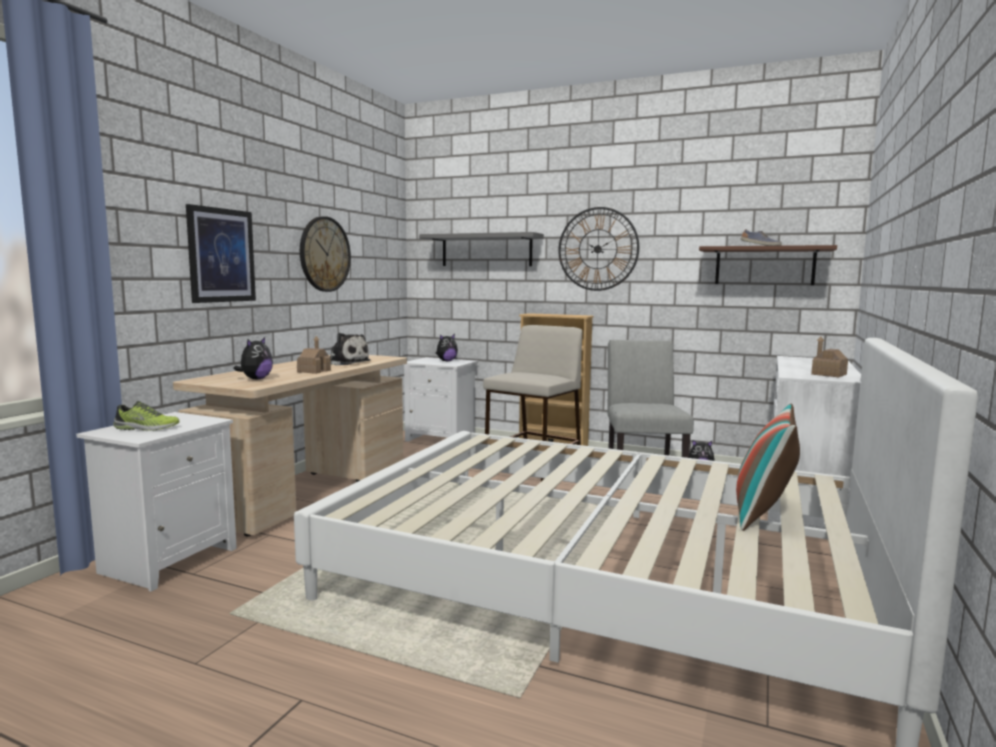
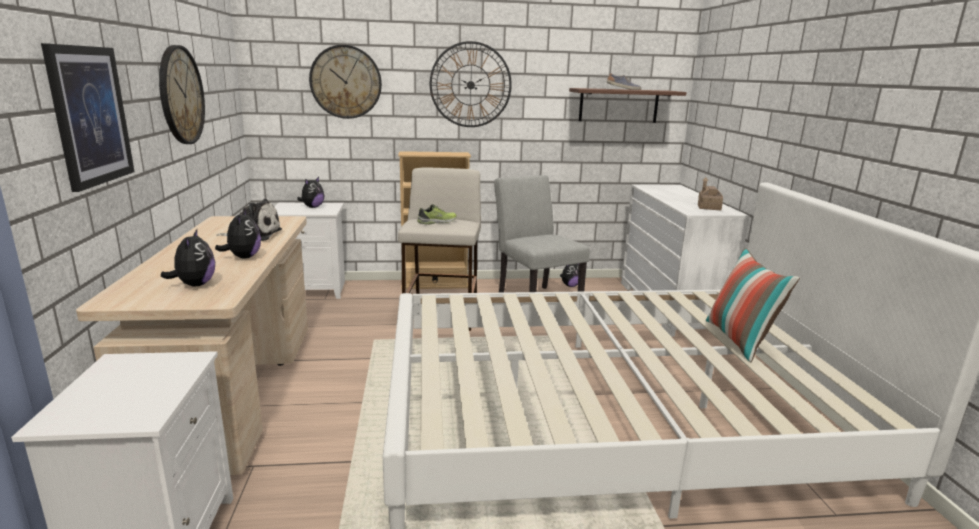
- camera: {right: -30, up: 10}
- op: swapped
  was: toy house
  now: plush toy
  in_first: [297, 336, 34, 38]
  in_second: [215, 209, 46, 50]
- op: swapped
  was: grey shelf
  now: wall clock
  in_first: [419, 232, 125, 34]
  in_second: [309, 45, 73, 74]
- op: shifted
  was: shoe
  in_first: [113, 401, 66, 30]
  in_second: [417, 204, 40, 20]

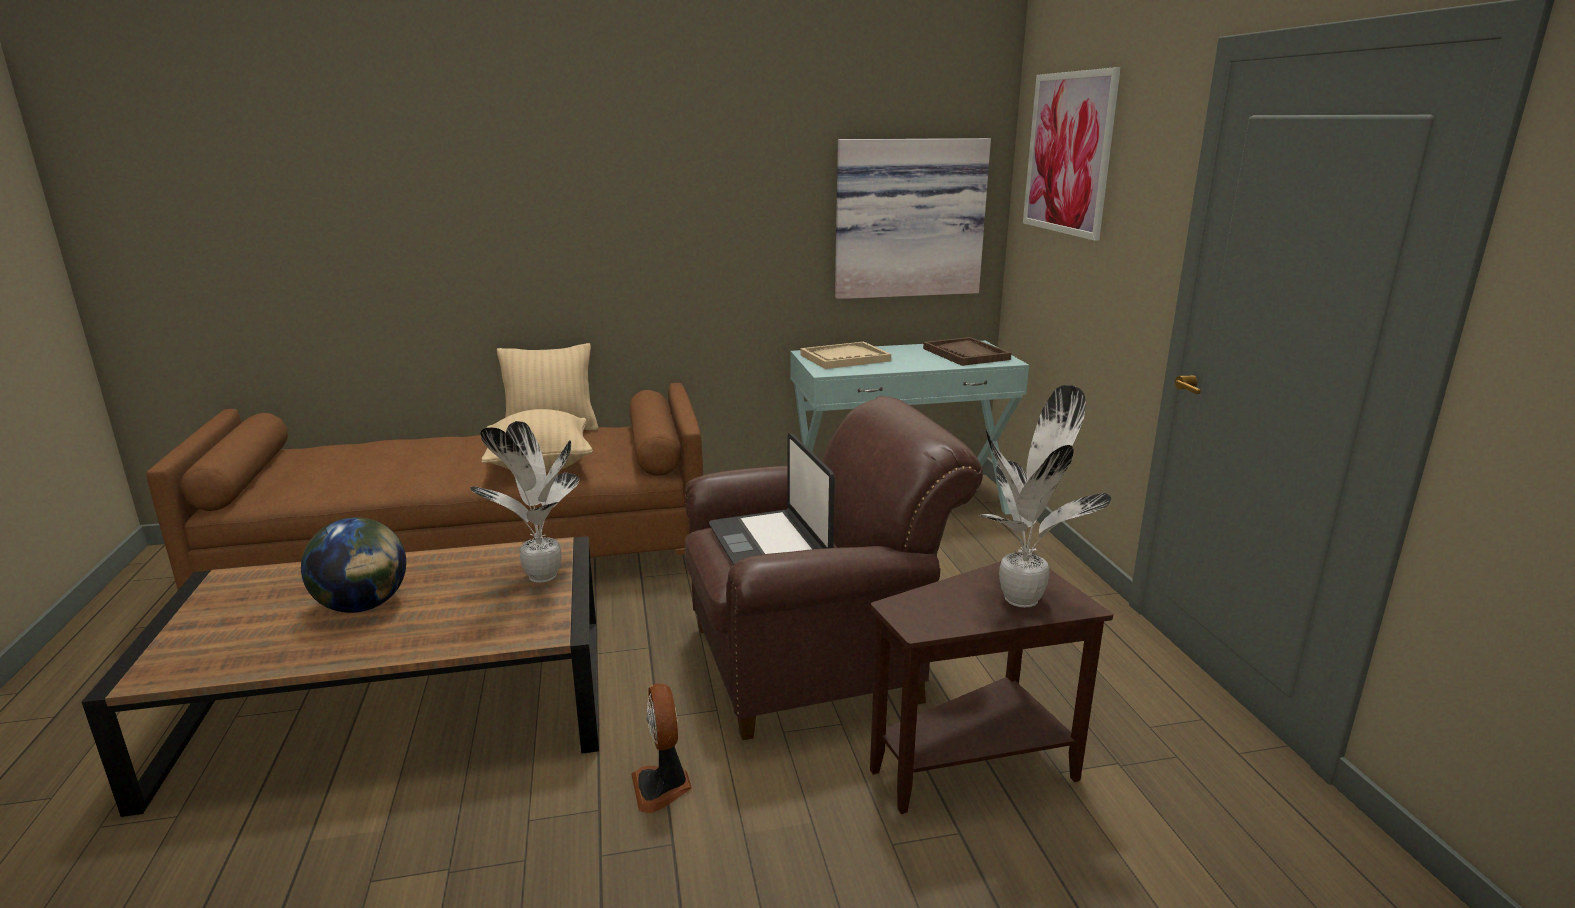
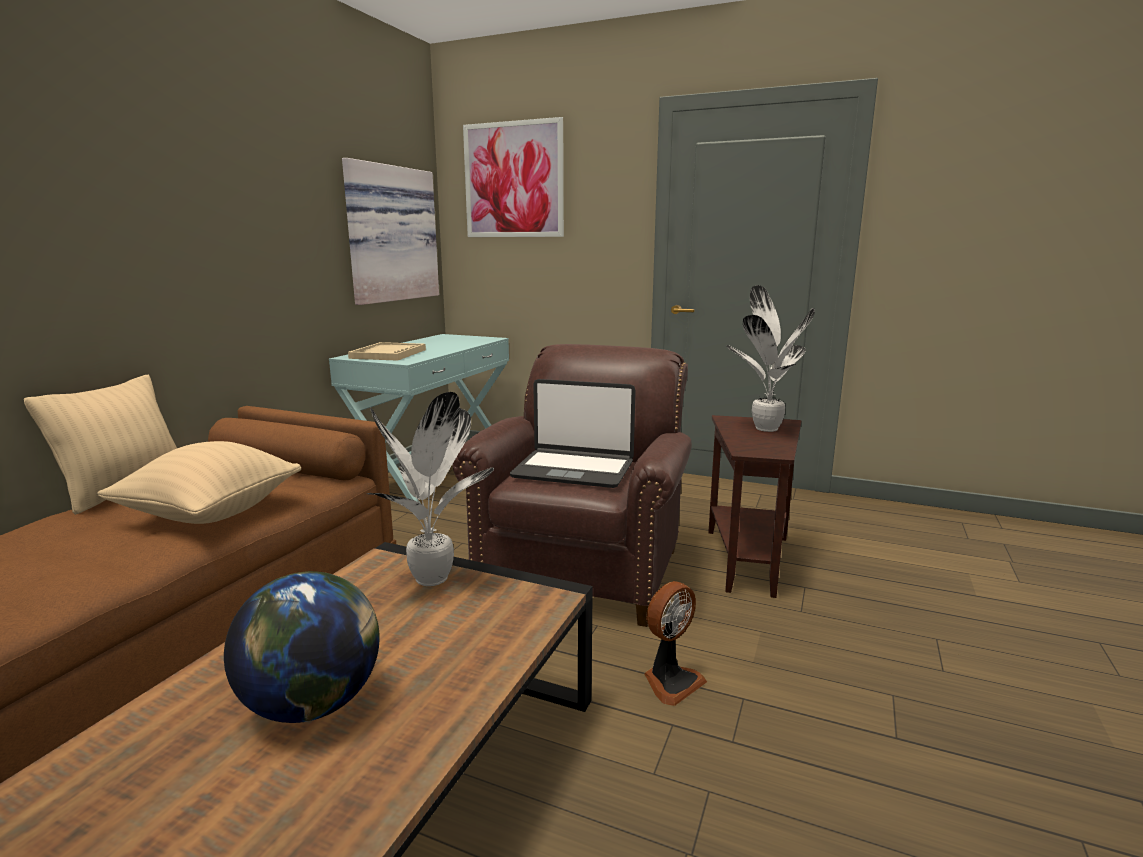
- camera: {right: -55, up: -5}
- op: rotated
  was: fan
  in_first: [631, 684, 61, 129]
  in_second: [644, 581, 63, 125]
  clockwise: -60
- op: gone
  was: brown tray
  in_first: [923, 337, 88, 29]

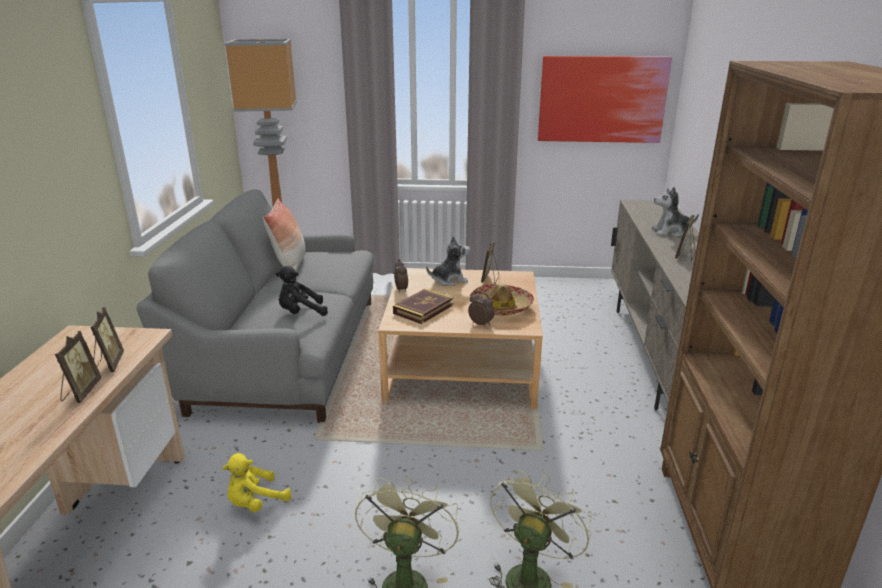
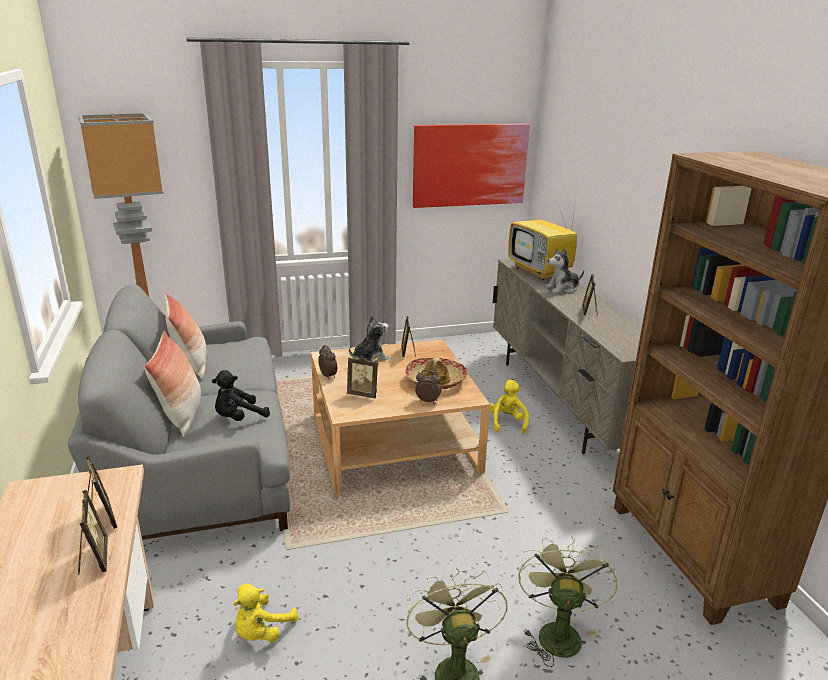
- camera: {right: -20, up: 0}
- op: new
  now: pillow
  in_second: [144, 331, 57, 106]
- op: swapped
  was: book
  now: picture frame
  in_first: [393, 289, 60, 35]
  in_second: [347, 356, 31, 42]
- op: new
  now: yellow plush toy
  in_second: [490, 380, 39, 54]
- op: new
  now: television
  in_second: [508, 197, 69, 83]

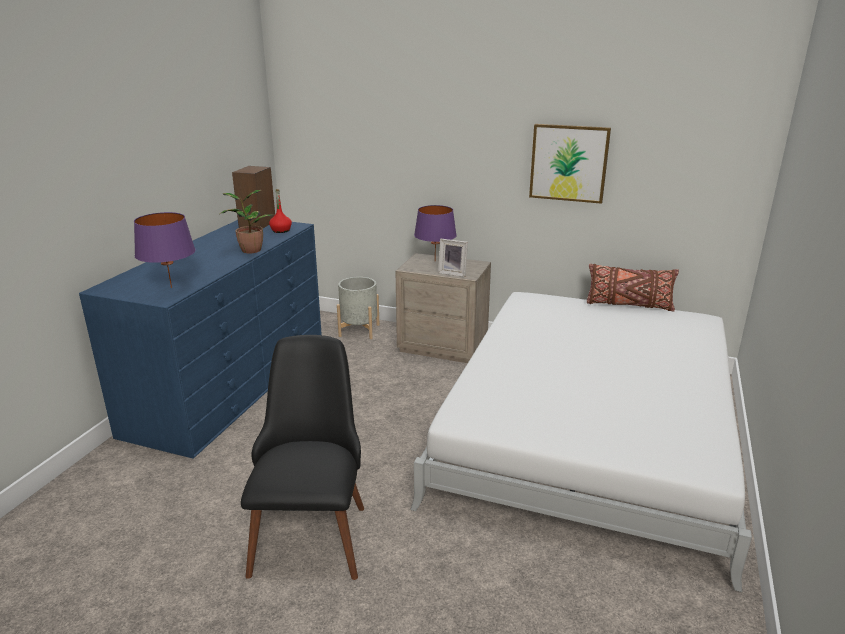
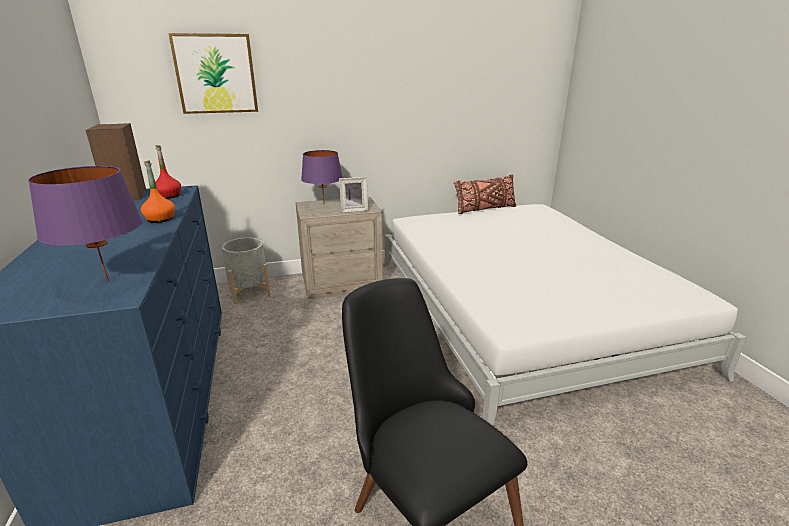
- camera: {right: -35, up: 0}
- op: swapped
  was: potted plant
  now: orange bottle
  in_first: [220, 190, 54, 63]
  in_second: [141, 160, 34, 63]
- op: shifted
  was: picture
  in_first: [529, 124, 82, 80]
  in_second: [168, 33, 90, 81]

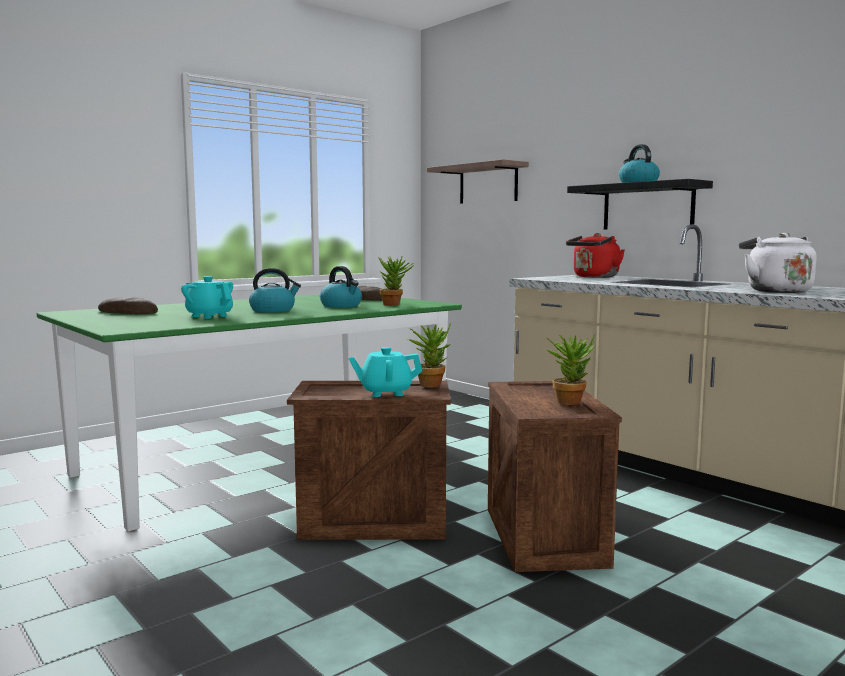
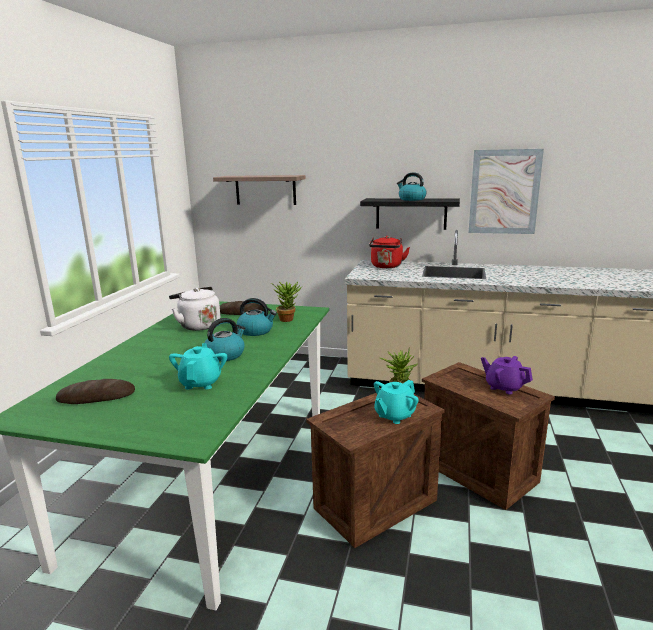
- camera: {right: -35, up: 10}
- op: shifted
  was: white kettle
  in_first: [739, 233, 77, 60]
  in_second: [169, 287, 51, 44]
- op: rotated
  was: turquoise teapot
  in_first: [181, 276, 52, 43]
  in_second: [169, 343, 58, 47]
  clockwise: 90
- op: new
  now: picture
  in_second: [469, 149, 75, 85]
- op: swapped
  was: potted plant
  now: purple teapot
  in_first: [545, 334, 50, 71]
  in_second: [481, 356, 52, 39]

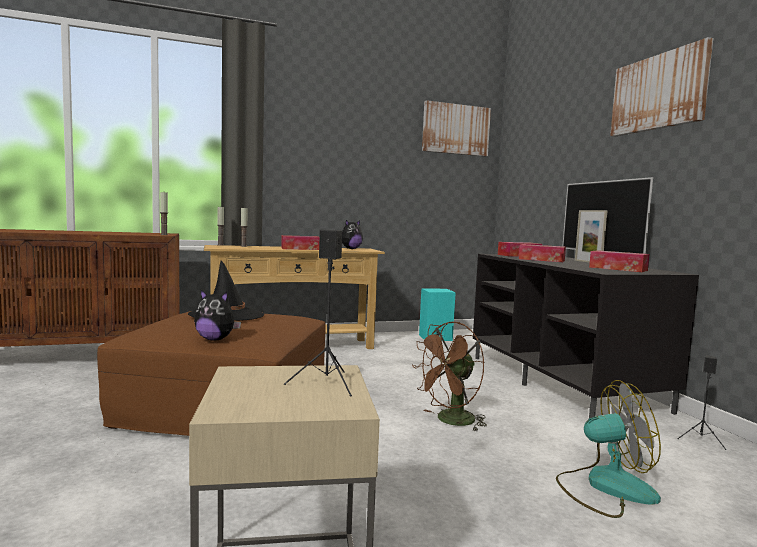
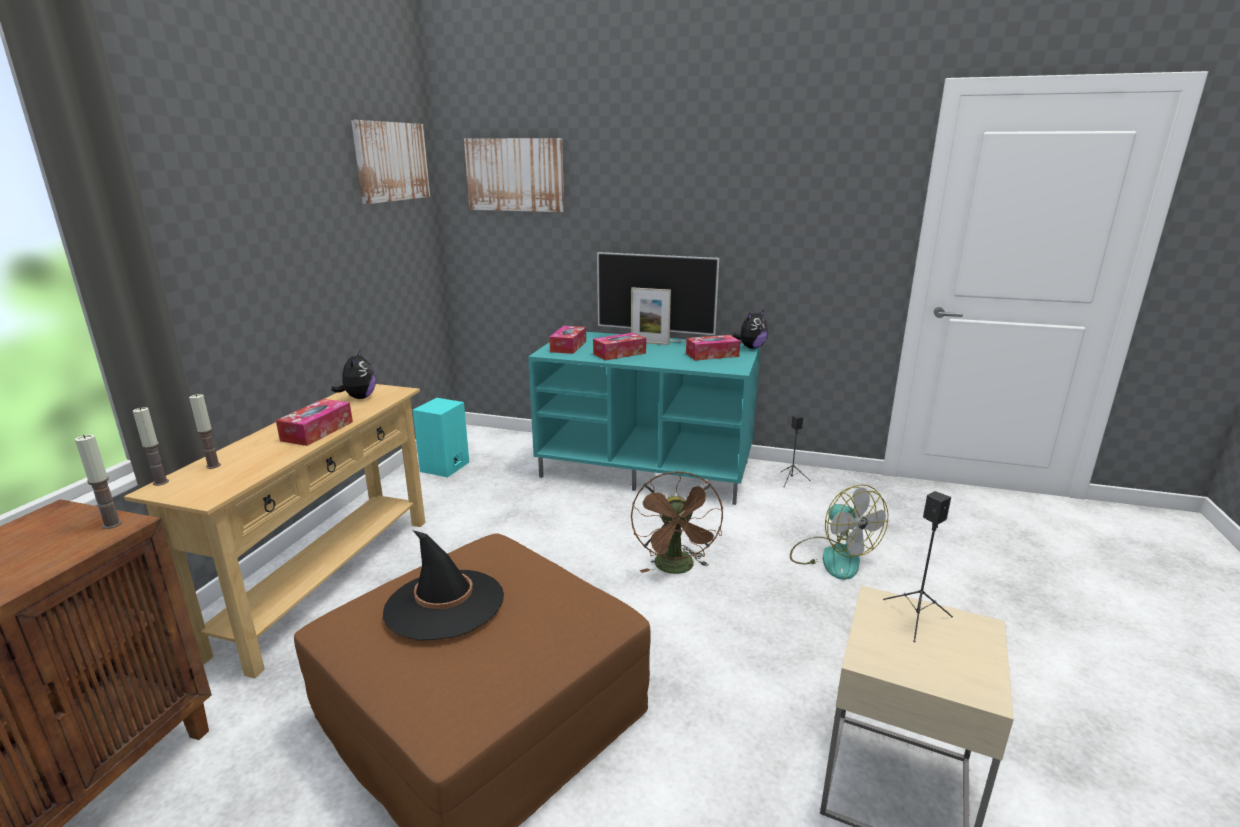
- camera: {right: -55, up: 15}
- op: shifted
  was: picture
  in_first: [610, 37, 103, 100]
  in_second: [464, 138, 100, 74]
- op: repainted
  was: black tv stand
  now: turquoise tv stand
  in_first: [473, 254, 226, 164]
  in_second: [528, 332, 232, 173]
- op: shifted
  was: plush toy
  in_first: [194, 289, 47, 51]
  in_second: [733, 309, 35, 40]
- op: rotated
  was: fan
  in_first: [556, 380, 105, 138]
  in_second: [790, 484, 98, 96]
  clockwise: 120

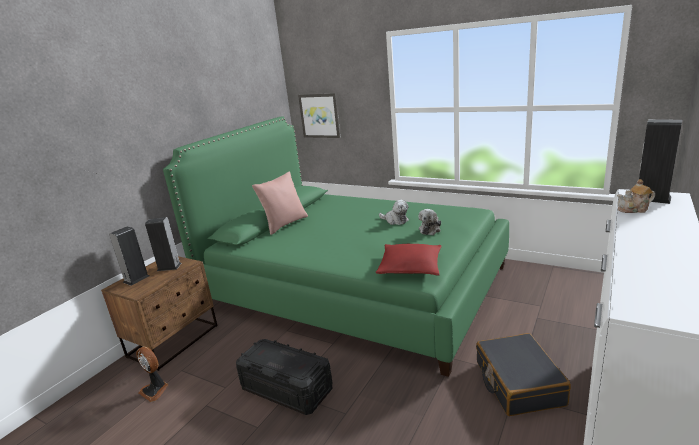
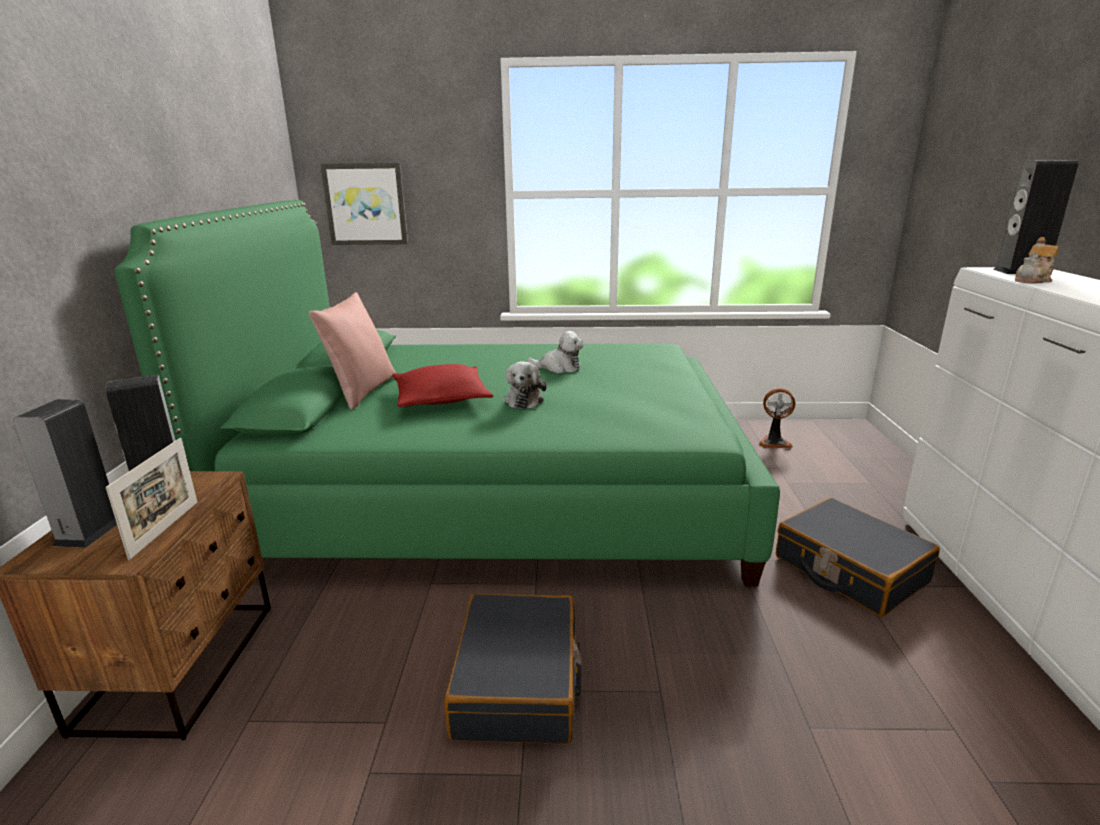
- camera: {right: -30, up: 0}
- op: new
  now: picture frame
  in_second: [106, 438, 92, 122]
- op: shifted
  was: red pillow
  in_first: [375, 244, 67, 32]
  in_second: [392, 364, 102, 43]
- op: swapped
  was: black storage box
  now: black suitcase
  in_first: [236, 339, 97, 76]
  in_second: [444, 594, 139, 150]
- op: shifted
  was: plush toy
  in_first: [419, 209, 22, 26]
  in_second: [503, 361, 44, 48]
- op: shifted
  was: fan
  in_first: [136, 347, 33, 55]
  in_second: [759, 388, 36, 61]

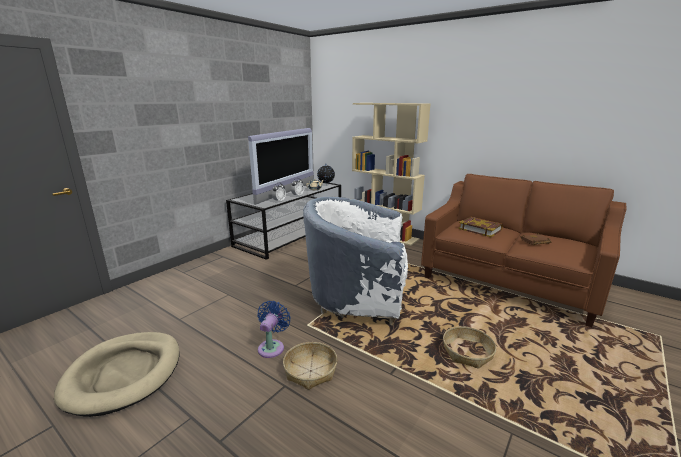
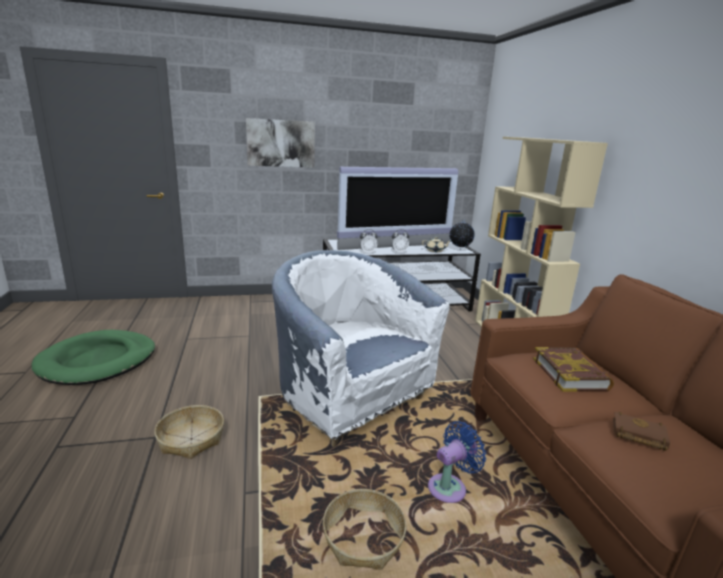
- camera: {right: 40, up: 0}
- op: repainted
  was: beige dog bed
  now: green dog bed
  in_first: [54, 332, 126, 85]
  in_second: [32, 330, 123, 55]
- op: new
  now: picture
  in_second: [246, 118, 69, 50]
- op: shifted
  was: blue fan
  in_first: [257, 301, 34, 57]
  in_second: [428, 421, 58, 82]

